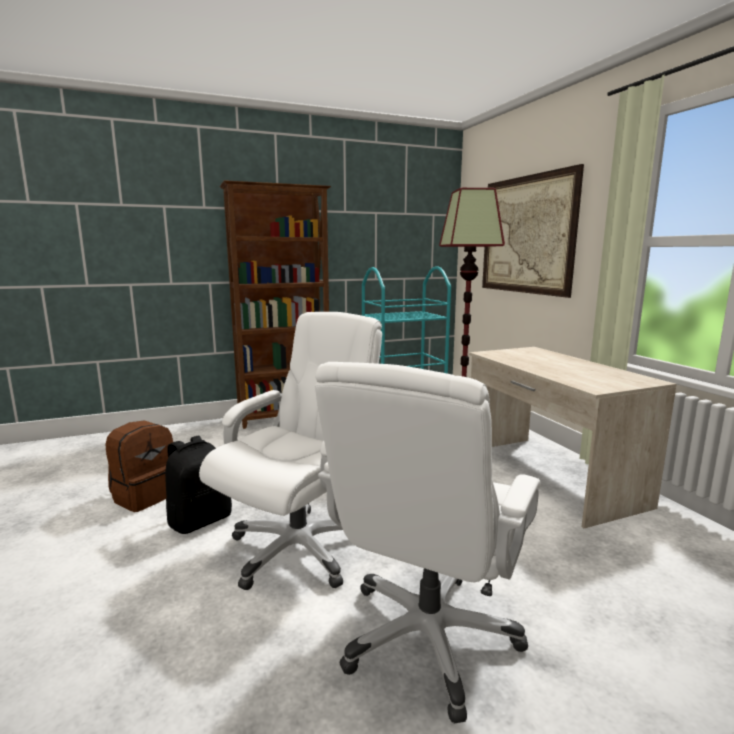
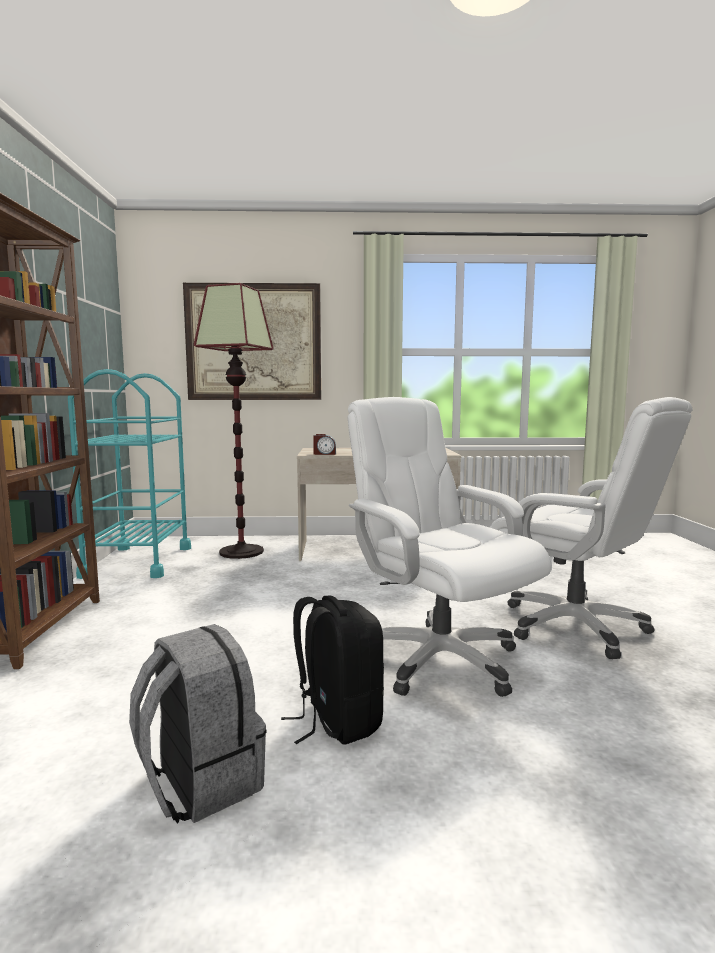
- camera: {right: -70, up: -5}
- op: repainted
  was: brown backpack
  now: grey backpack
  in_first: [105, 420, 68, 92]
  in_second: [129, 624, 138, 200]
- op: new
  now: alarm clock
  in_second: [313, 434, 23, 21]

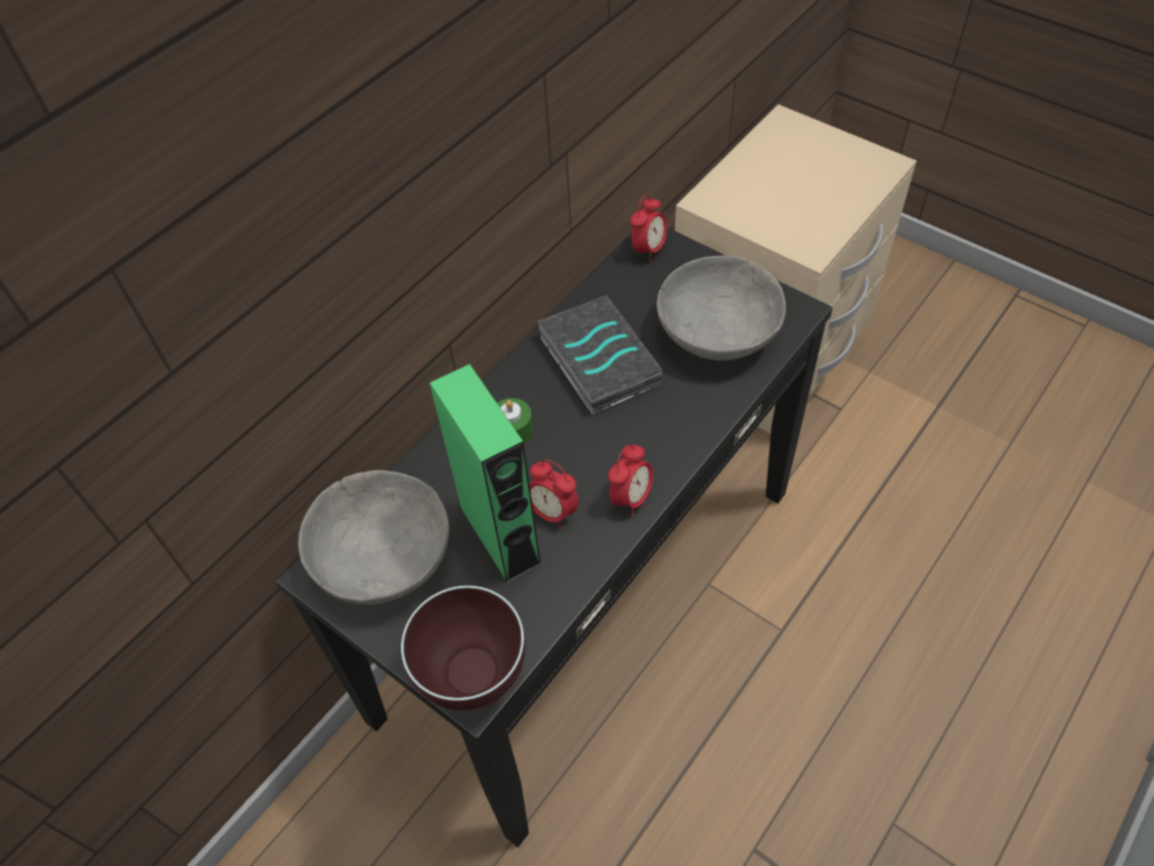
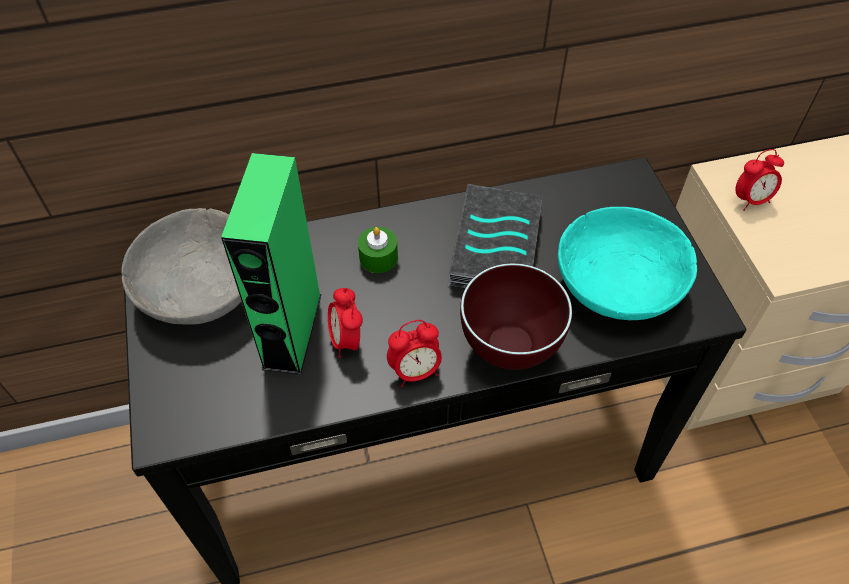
- camera: {right: 35, up: 0}
- op: shifted
  was: brown bowl
  in_first: [401, 585, 125, 125]
  in_second: [460, 263, 112, 107]
- op: repainted
  was: grey bowl
  now: turquoise bowl
  in_first: [657, 256, 129, 105]
  in_second: [558, 207, 139, 113]
- op: shifted
  was: alarm clock
  in_first: [630, 195, 37, 67]
  in_second: [735, 149, 49, 62]

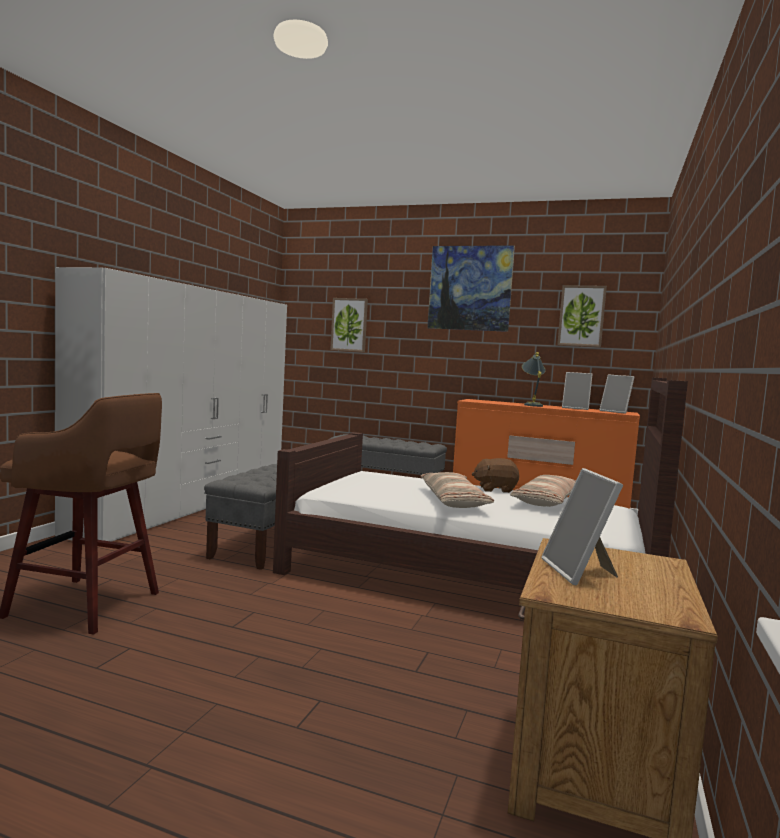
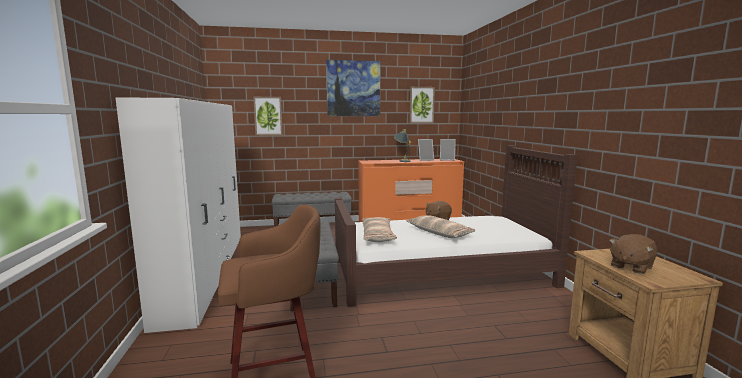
- camera: {right: -30, up: 5}
- op: shifted
  was: pillow
  in_first: [510, 475, 66, 32]
  in_second: [362, 217, 35, 25]
- op: swapped
  was: picture frame
  now: brown plush toy
  in_first: [541, 468, 82, 117]
  in_second: [610, 234, 47, 40]

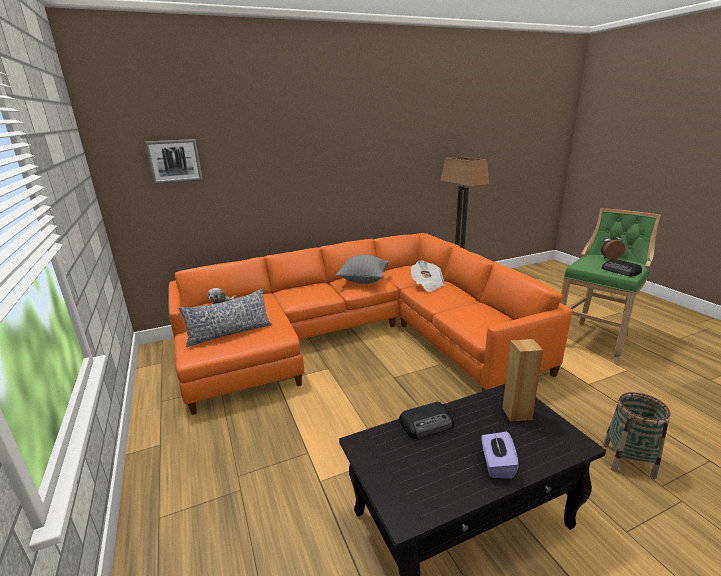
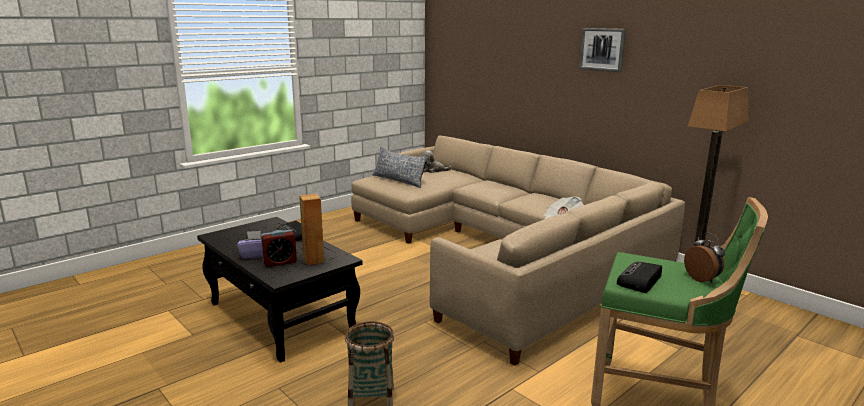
- camera: {right: 70, up: -5}
- op: new
  now: alarm clock
  in_second: [261, 230, 36, 37]
- op: repainted
  was: orange sofa
  now: beige sofa
  in_first: [168, 233, 405, 182]
  in_second: [351, 136, 334, 230]
- op: shifted
  was: picture
  in_first: [145, 139, 58, 45]
  in_second: [579, 28, 47, 44]
- op: gone
  was: grey pillow
  in_first: [336, 255, 53, 29]

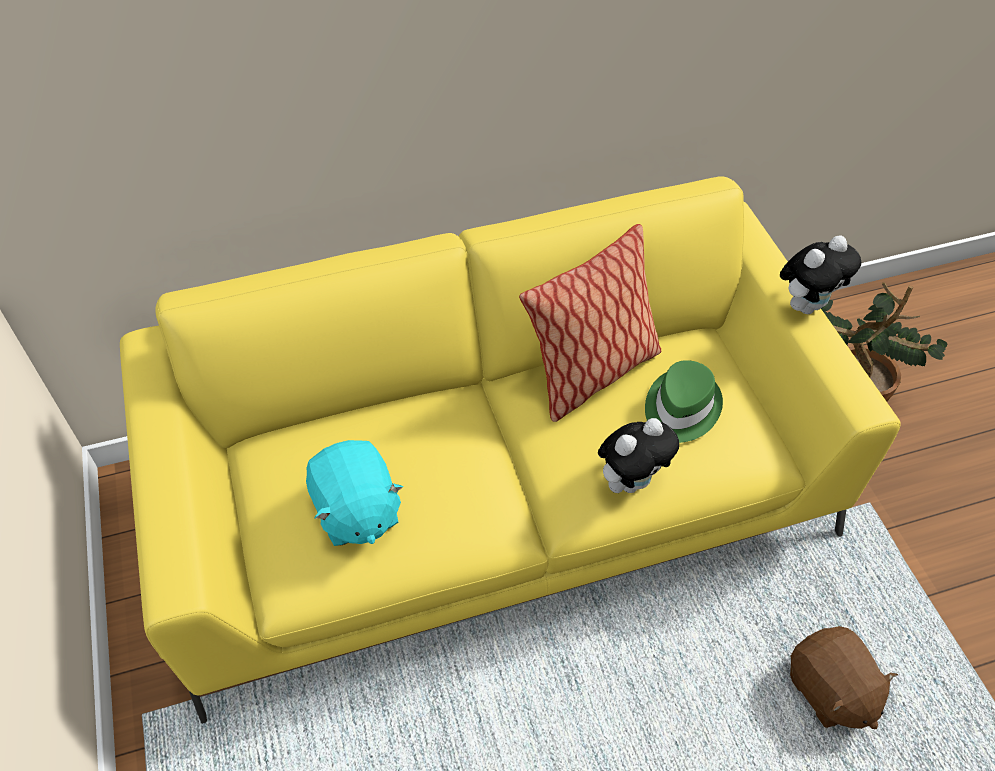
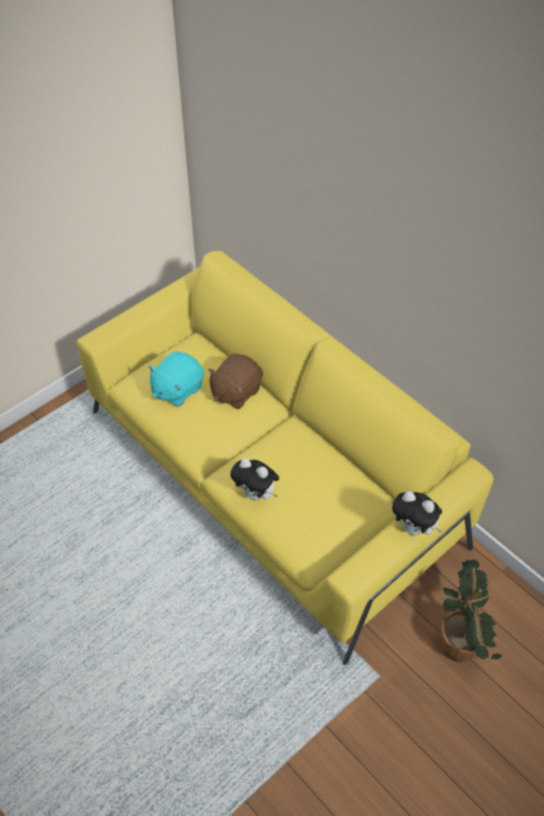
- camera: {right: 65, up: 0}
- op: shifted
  was: brown plush toy
  in_first: [790, 626, 108, 103]
  in_second: [208, 354, 55, 55]
- op: gone
  was: pillow
  in_first: [519, 224, 142, 198]
- op: gone
  was: green hat
  in_first: [645, 360, 78, 83]

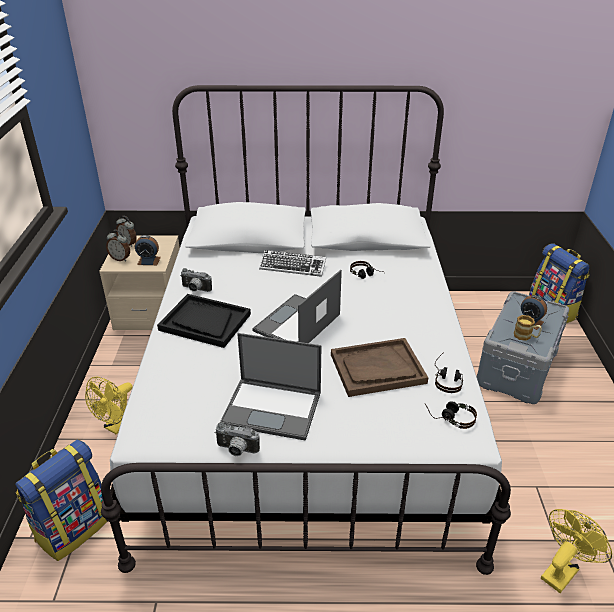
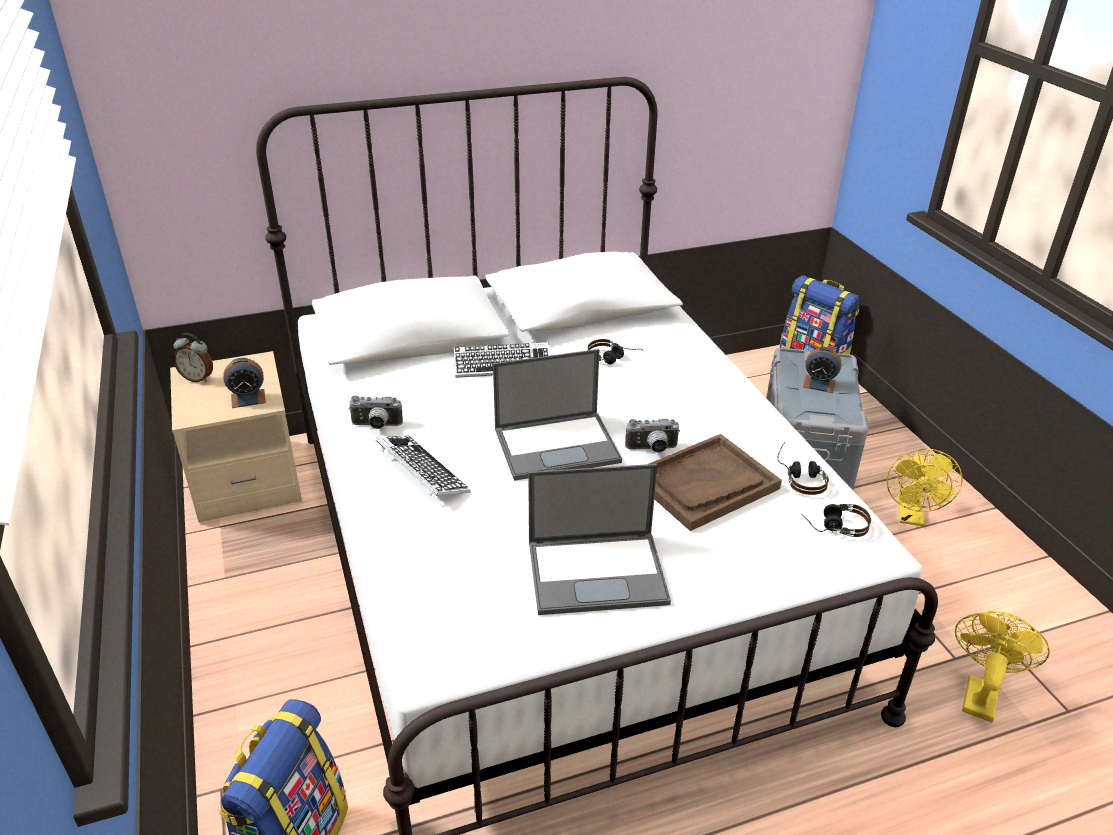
- camera: {right: -20, up: 0}
- op: swapped
  was: black tray
  now: keyboard
  in_first: [157, 294, 94, 54]
  in_second: [376, 435, 95, 61]
- op: rotated
  was: laptop
  in_first: [252, 270, 90, 73]
  in_second: [493, 349, 129, 132]
  clockwise: -120
- op: shifted
  was: photo camera
  in_first: [215, 422, 45, 34]
  in_second: [625, 419, 55, 34]
- op: shifted
  was: yellow fan
  in_first: [85, 376, 47, 58]
  in_second: [887, 449, 76, 77]
- op: gone
  was: alarm clock
  in_first: [106, 230, 24, 32]
- op: gone
  was: mug
  in_first: [514, 315, 28, 26]

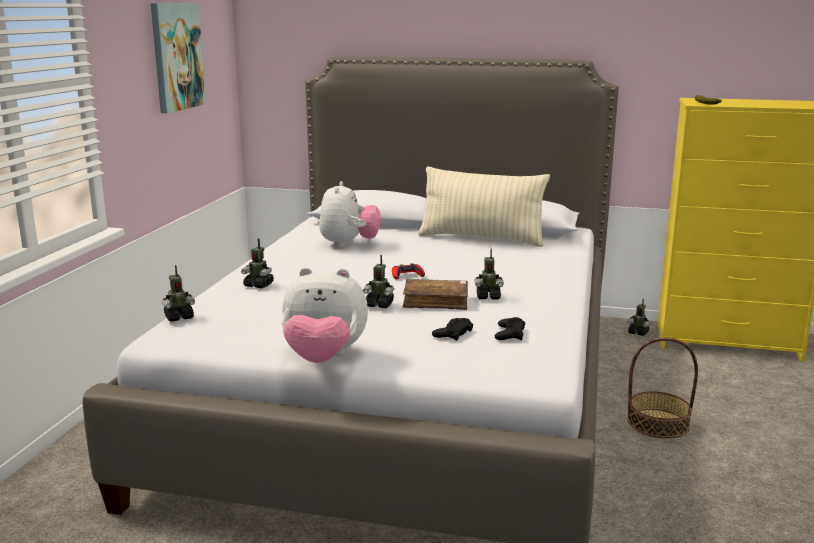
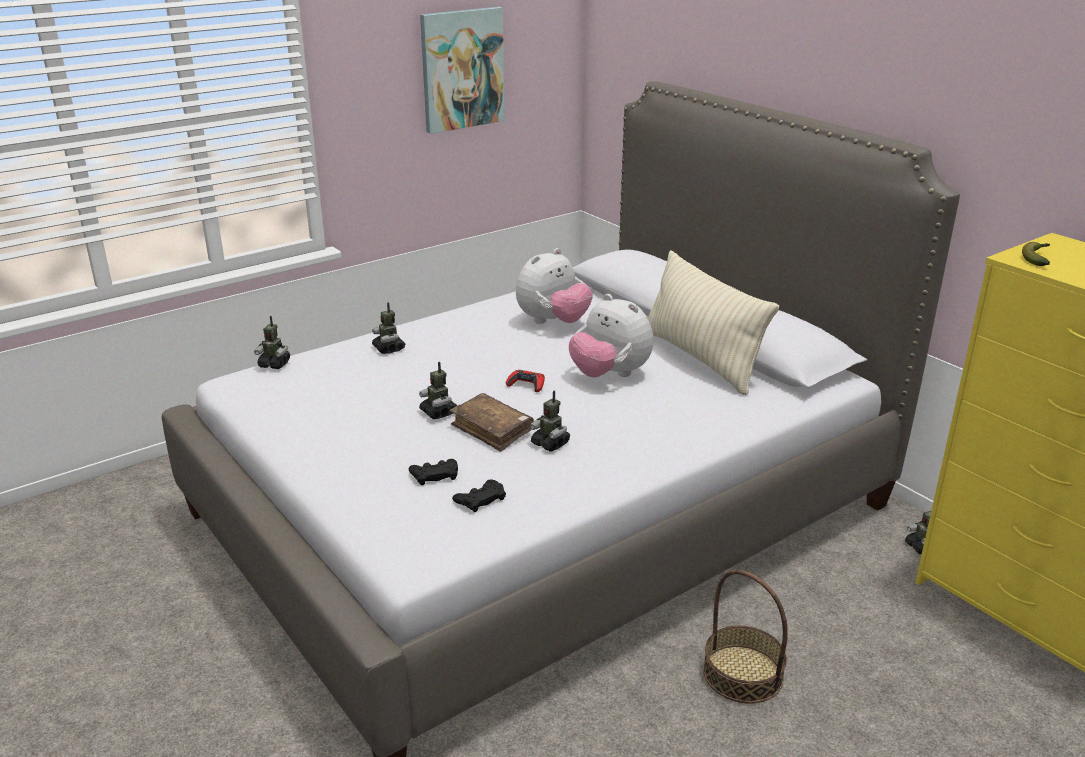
- camera: {right: 40, up: 10}
- op: shifted
  was: plush toy
  in_first: [282, 267, 86, 96]
  in_second: [569, 294, 84, 83]

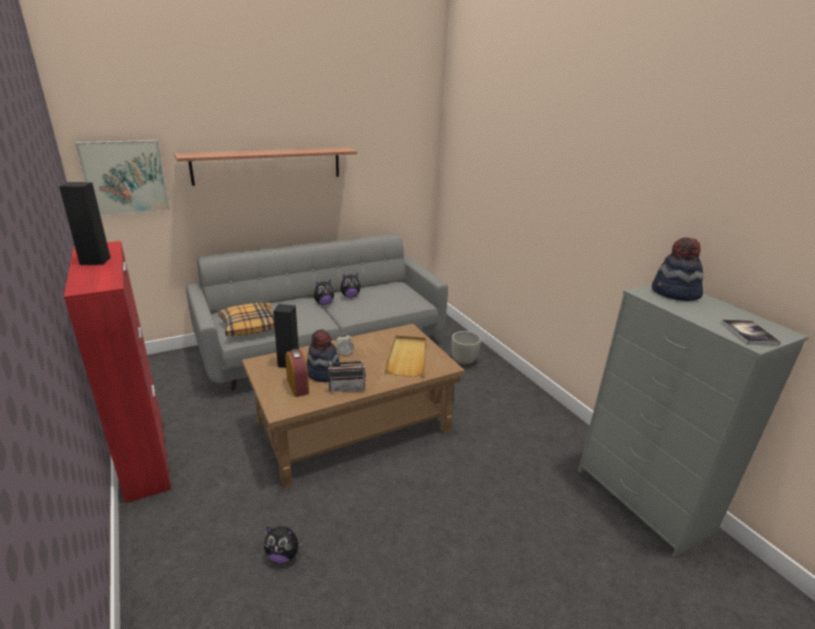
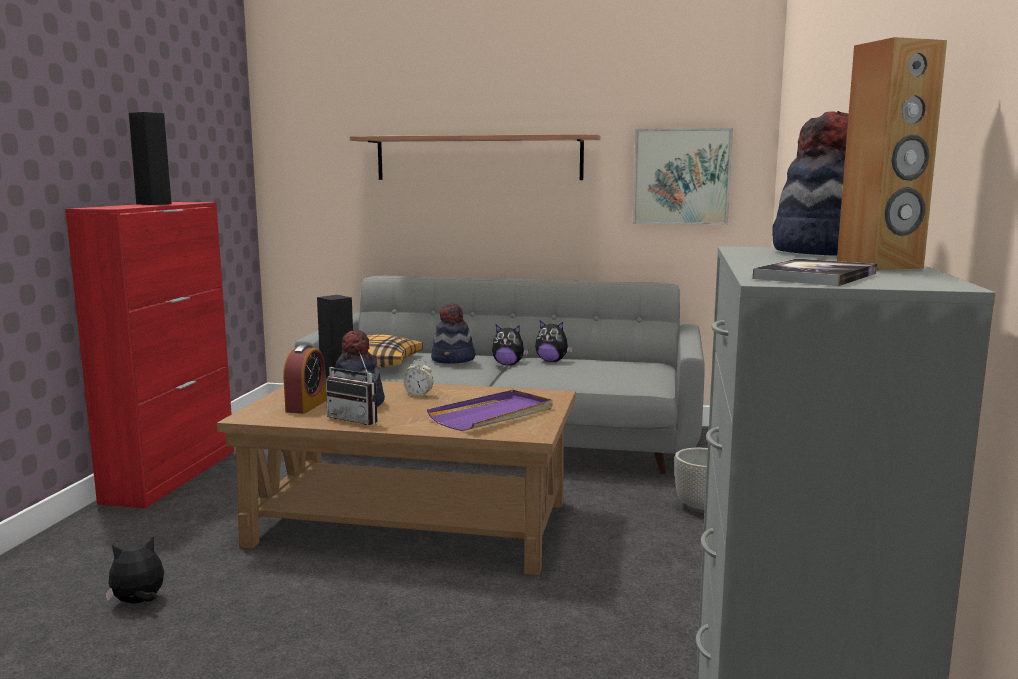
- camera: {right: 40, up: -15}
- op: rotated
  was: plush toy
  in_first: [264, 526, 40, 37]
  in_second: [105, 536, 59, 68]
  clockwise: 105
- op: repainted
  was: beige tray
  now: purple tray
  in_first: [385, 335, 41, 42]
  in_second: [427, 390, 126, 41]
- op: new
  now: hat
  in_second: [431, 303, 44, 61]
- op: shifted
  was: picture
  in_first: [75, 140, 96, 76]
  in_second: [633, 128, 100, 97]
- op: new
  now: brown speaker
  in_second: [837, 37, 110, 234]

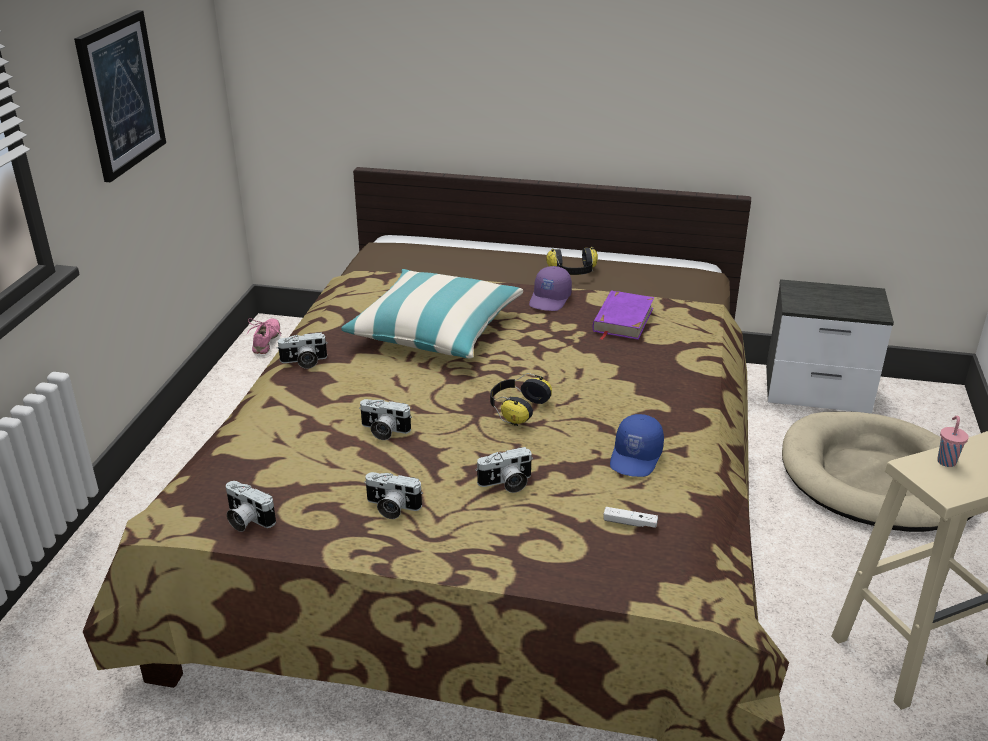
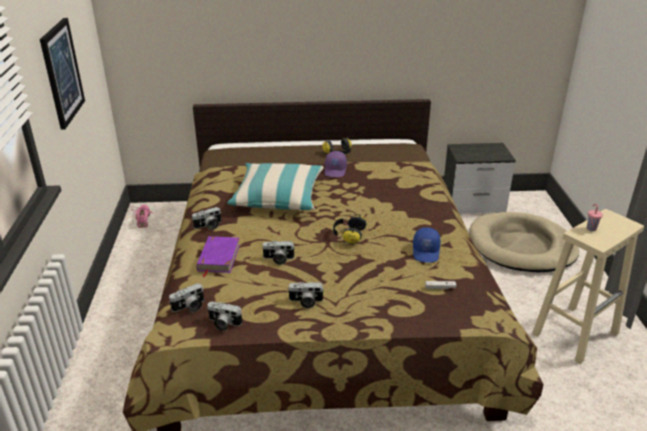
- camera: {right: -15, up: 0}
- op: shifted
  was: photo camera
  in_first: [475, 447, 58, 46]
  in_second: [169, 283, 35, 29]
- op: shifted
  was: purple book
  in_first: [593, 290, 61, 50]
  in_second: [196, 236, 44, 41]

